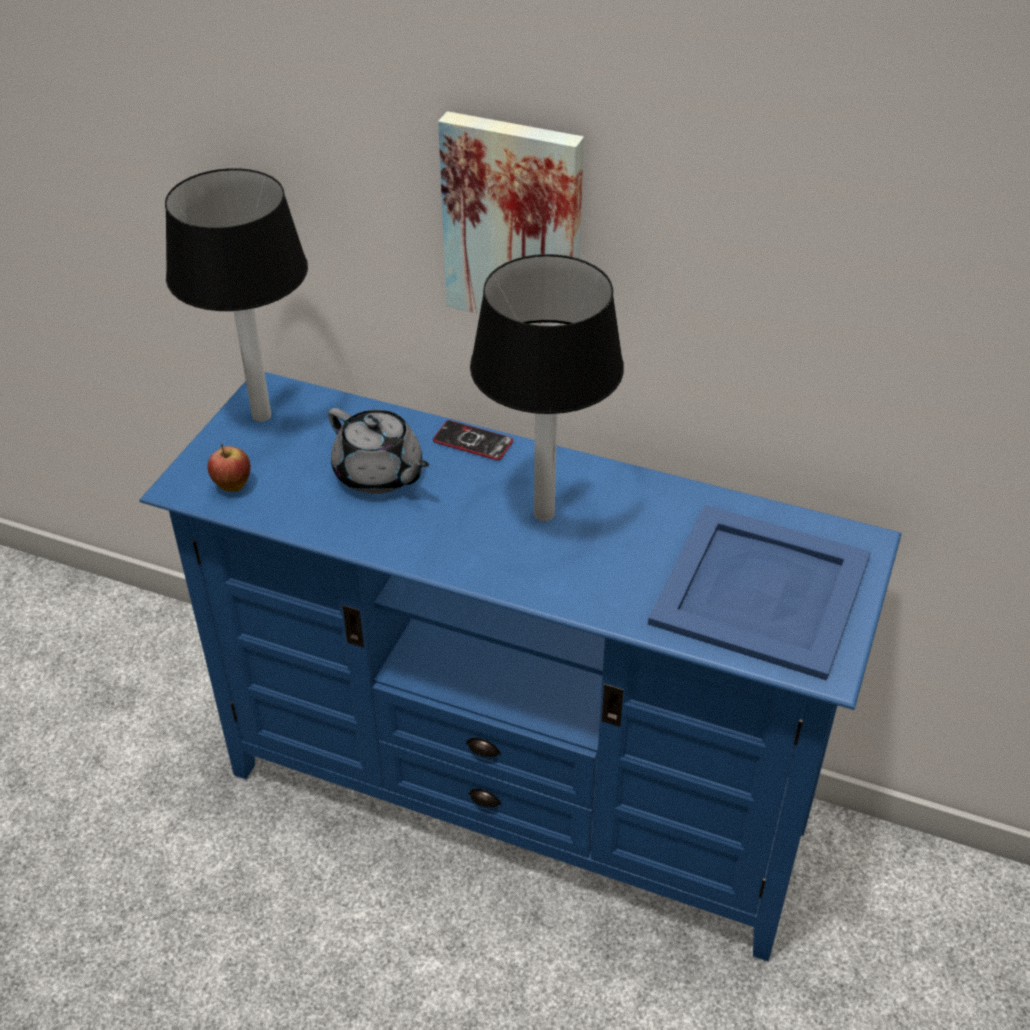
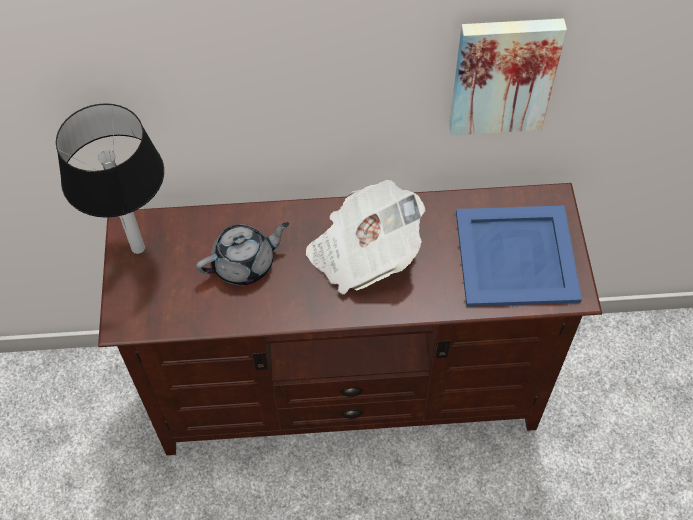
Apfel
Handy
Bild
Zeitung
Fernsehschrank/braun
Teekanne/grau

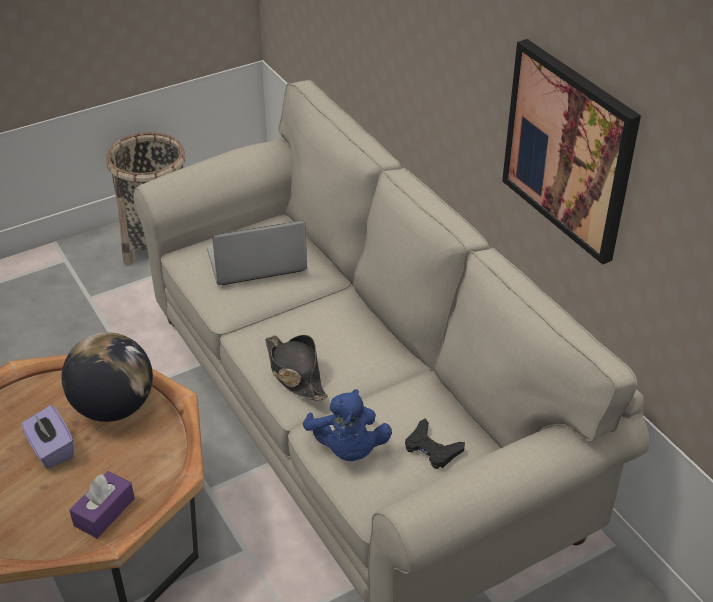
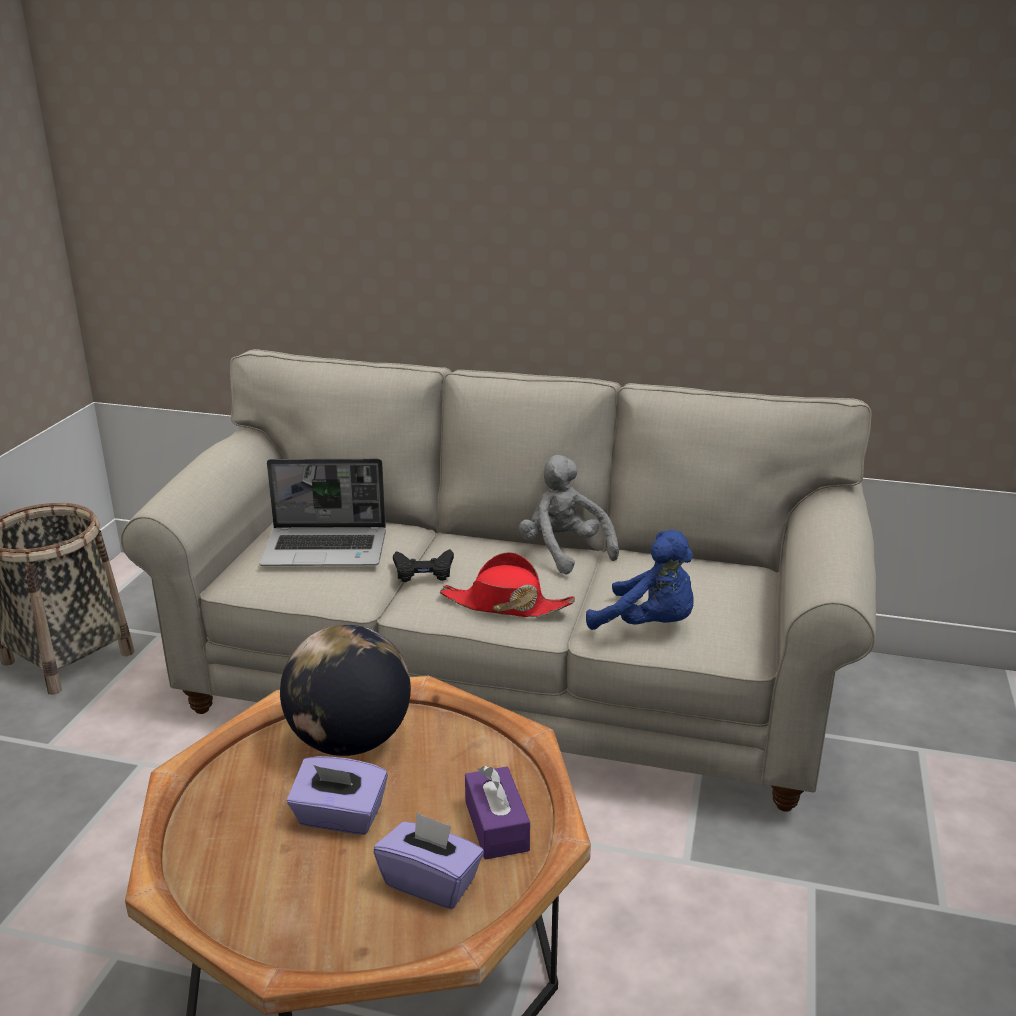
Bild
Taschentuchbox/lila (no. 2 from left)
Plüschtier/grau
Gamepad/schwarz
Hut/rot
Laptop

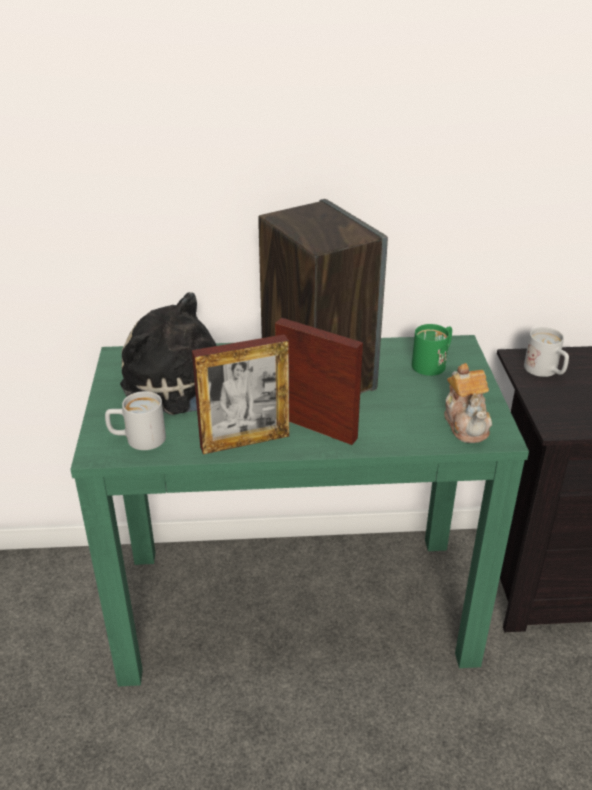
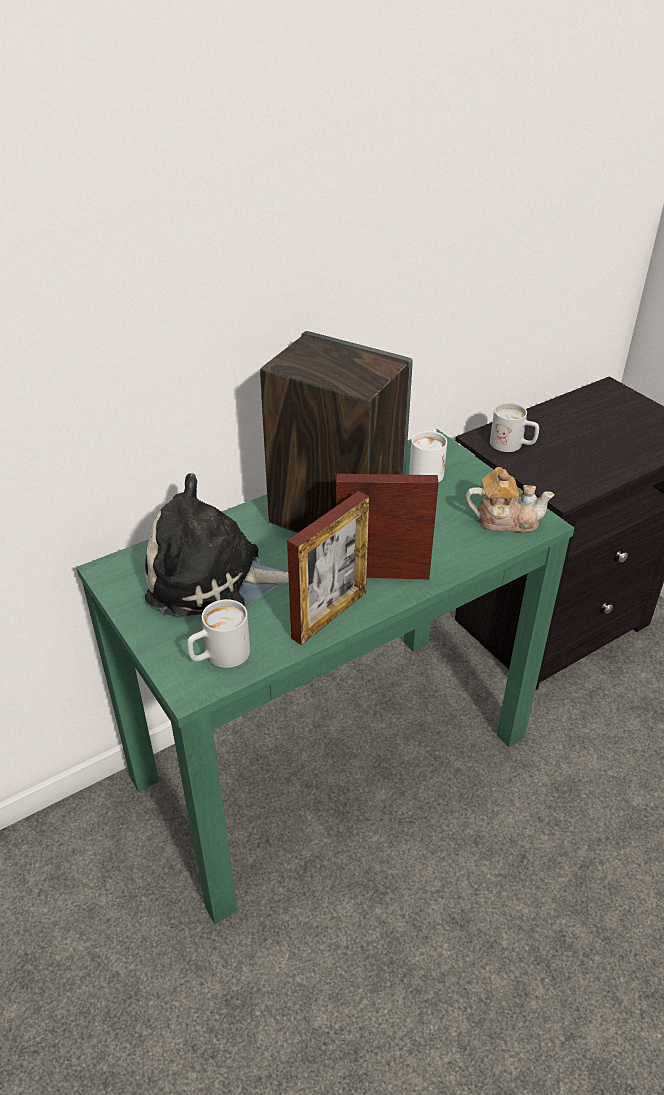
Henkelbecher/weiß (no. 2 from left)
Teekanne

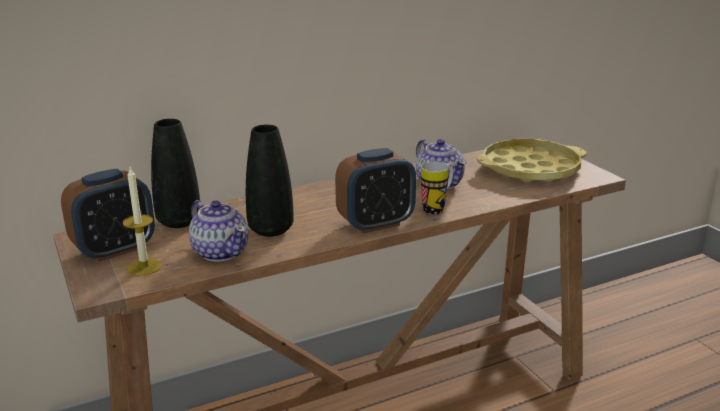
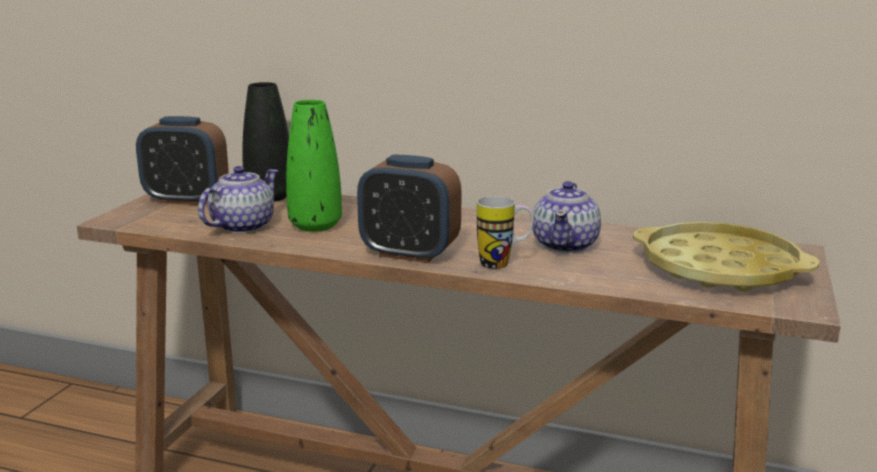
Kerze
Vase/grün
Teekanne (no. 1 from left)

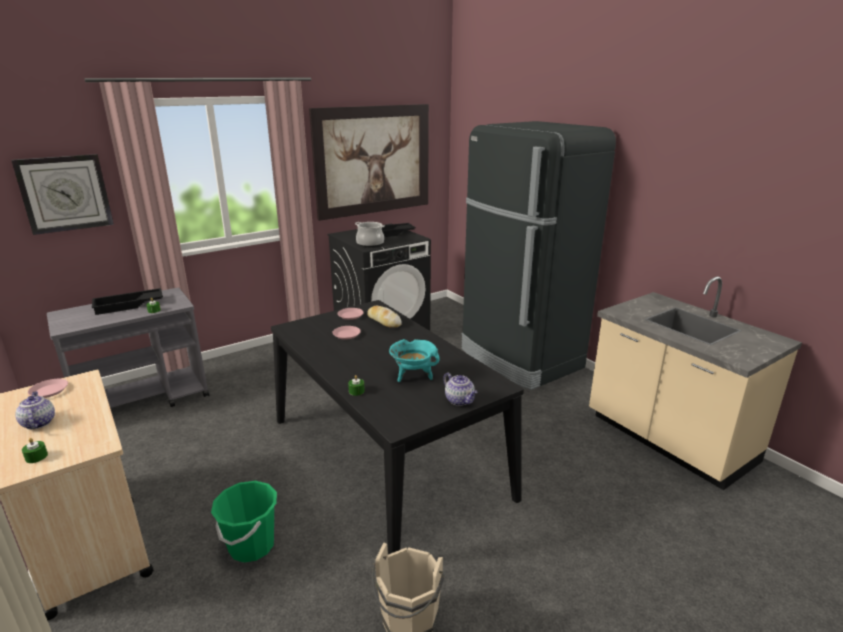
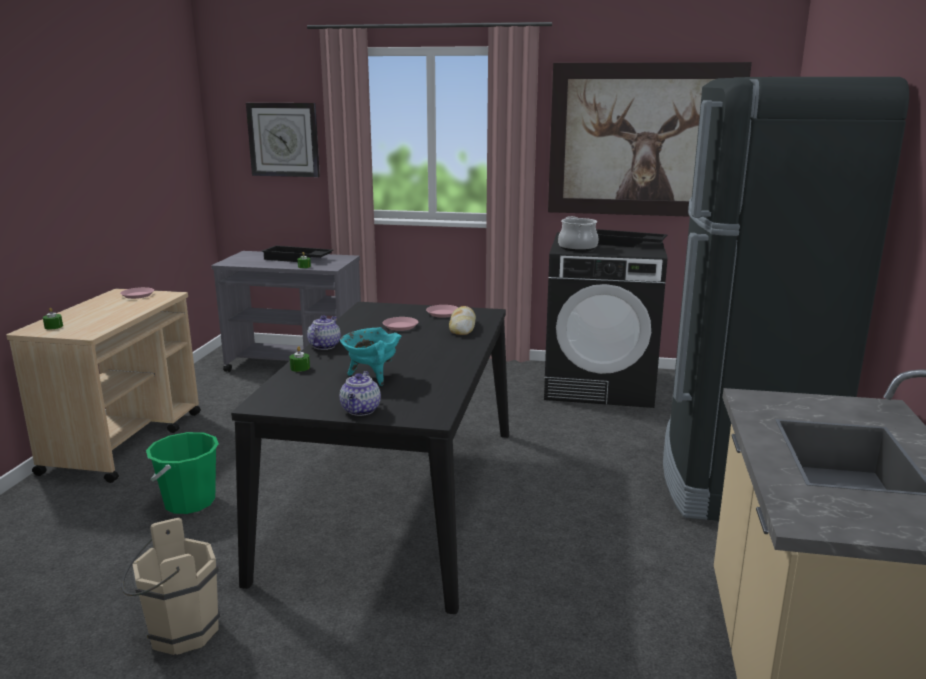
Teekanne (no. 1 from left)

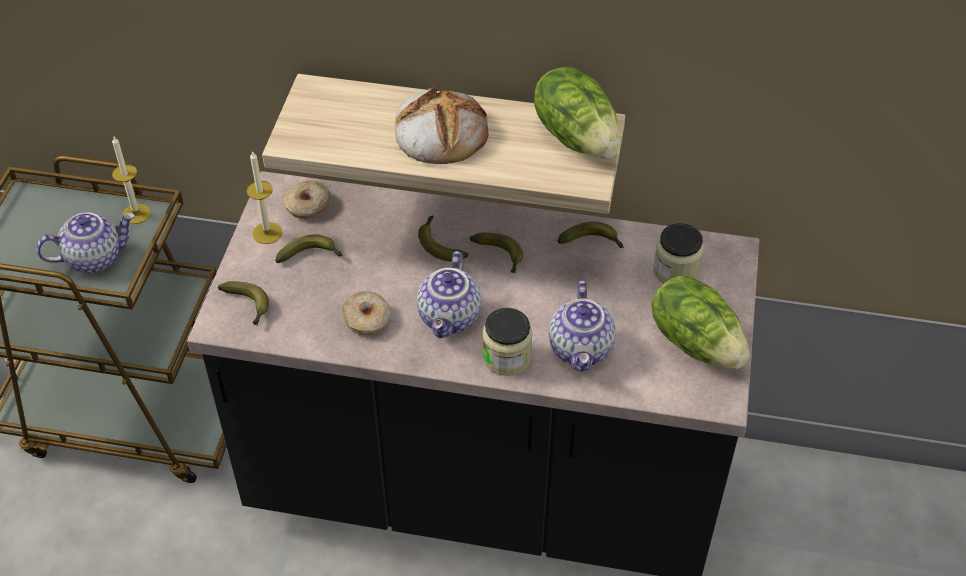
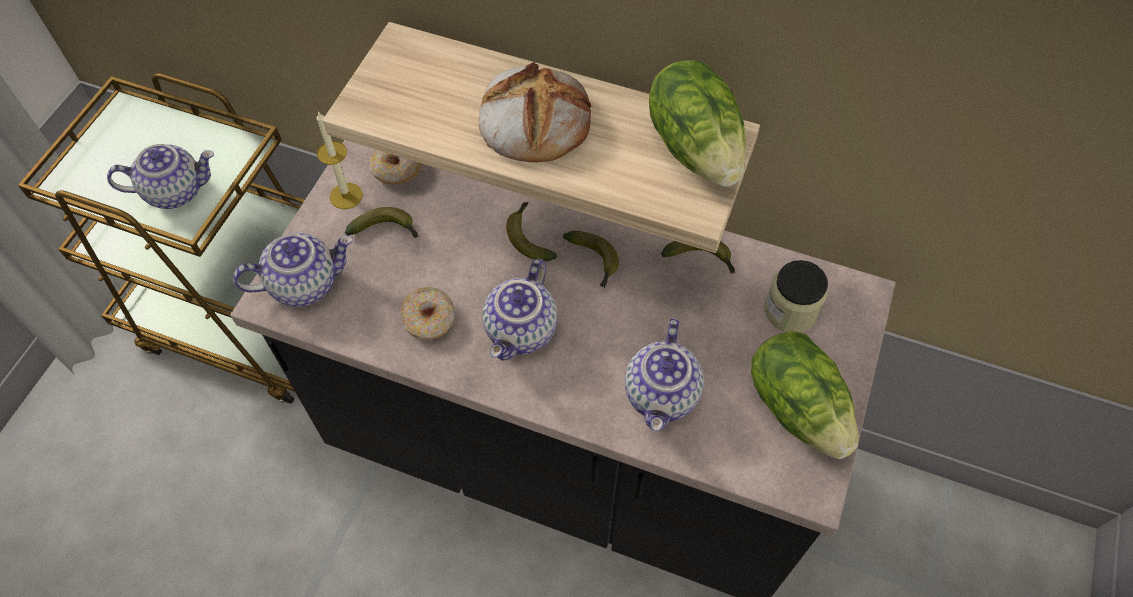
Kerze (no. 1 from left in the first image)
Vorratsglas (no. 1 from left in the first image)
Teekanne (no. 2 from left)

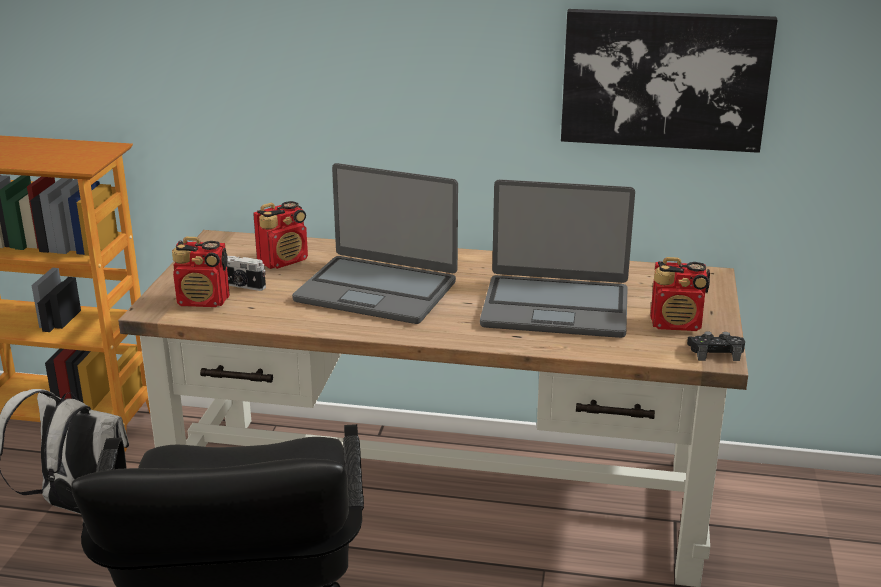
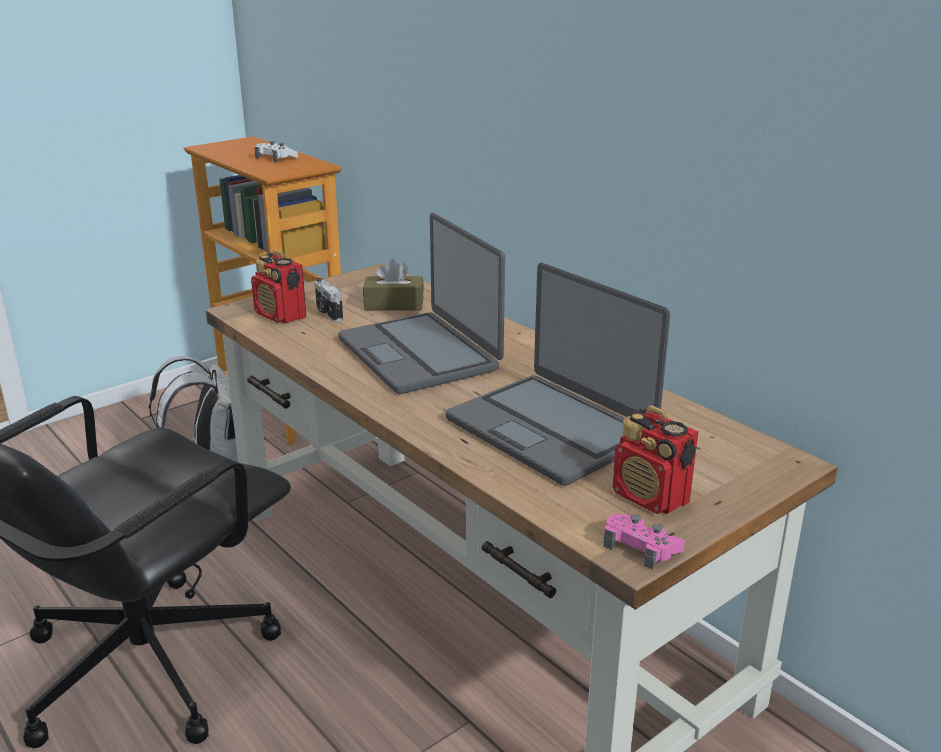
Bild
Gamepad/weiß
Taschentuchbox/braun
Gamepad/rosa

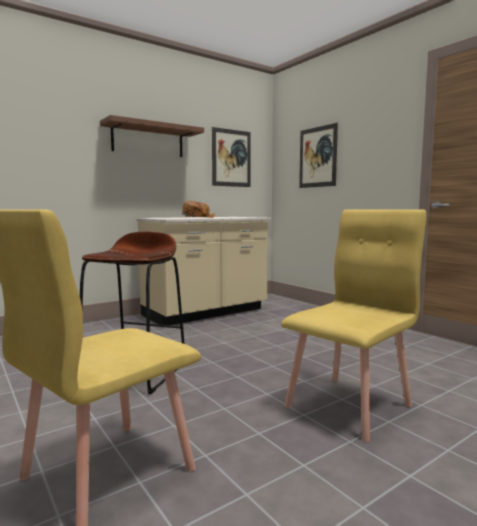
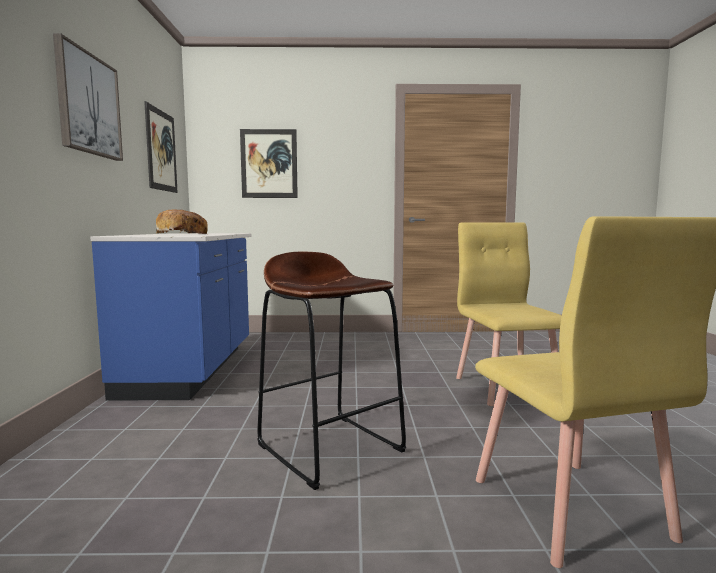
Bild (no. 1 from left)
Küchenzeile/blau

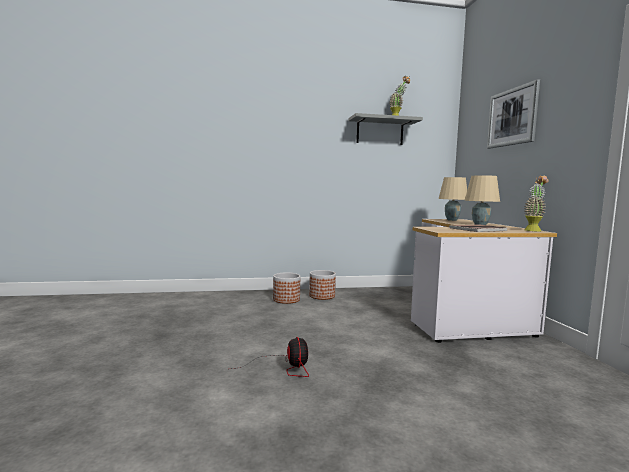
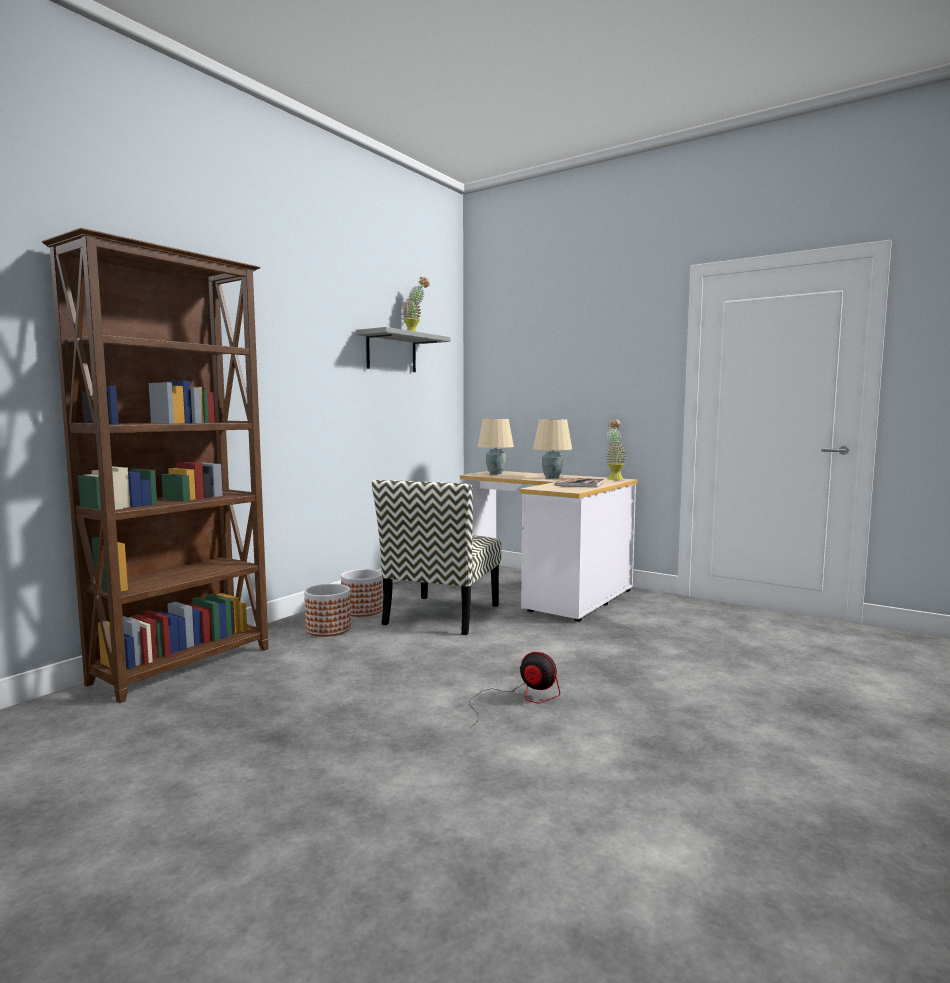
Bild
Bücherregal/braun
Stuhl

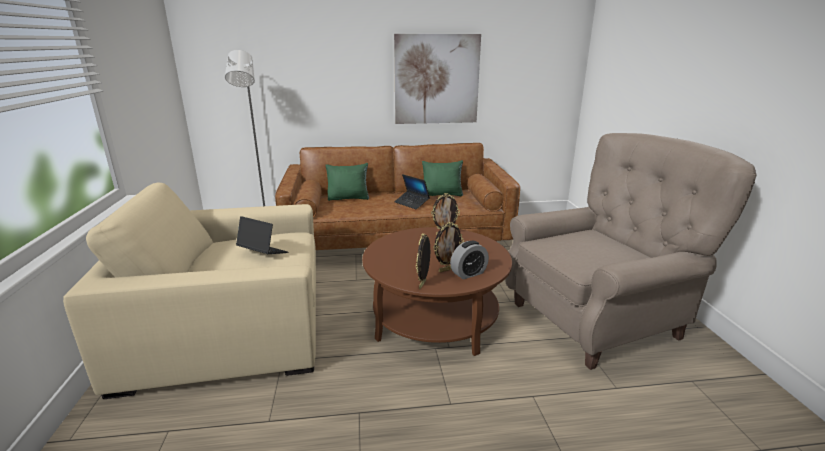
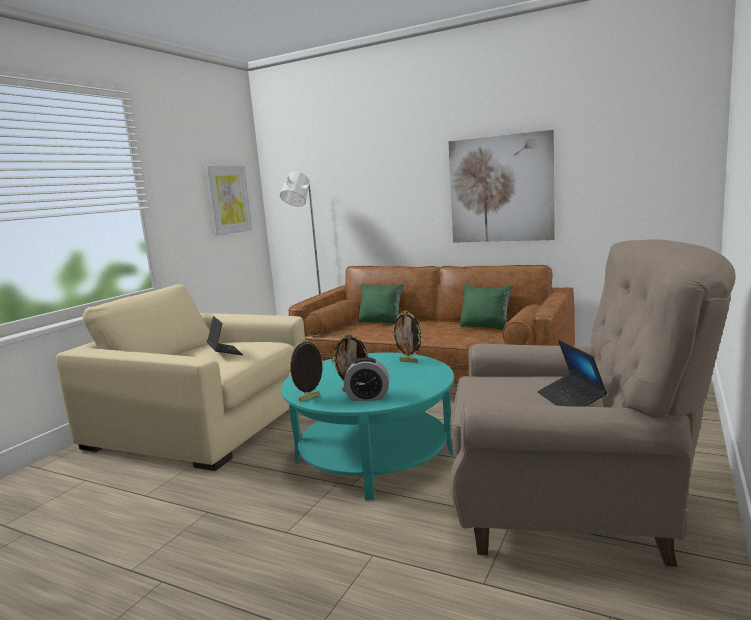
Bild (no. 1 from left)
Laptop (no. 2 from left)
Couchtisch/türkis

